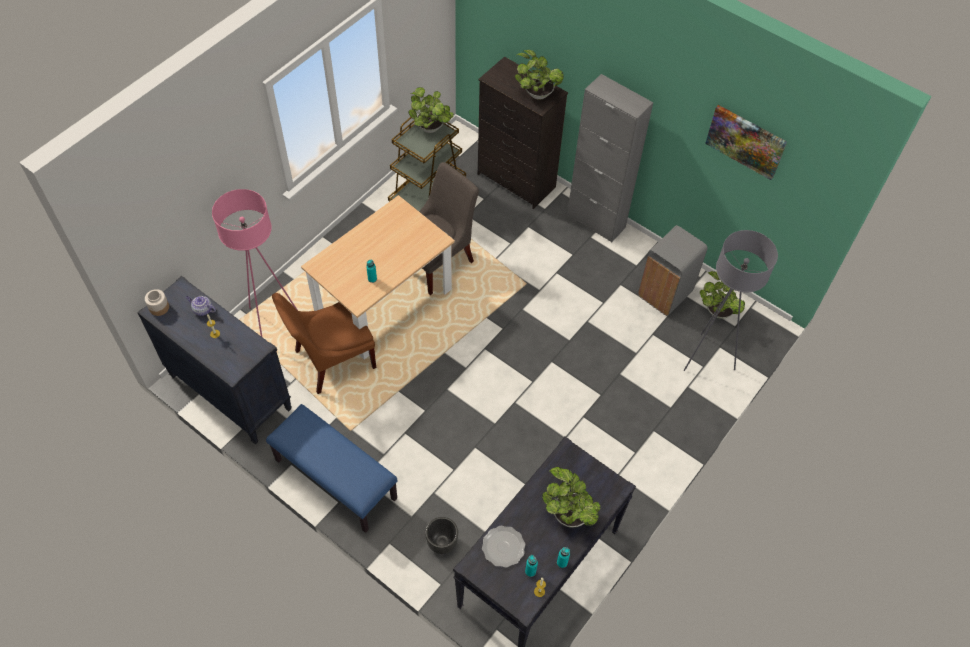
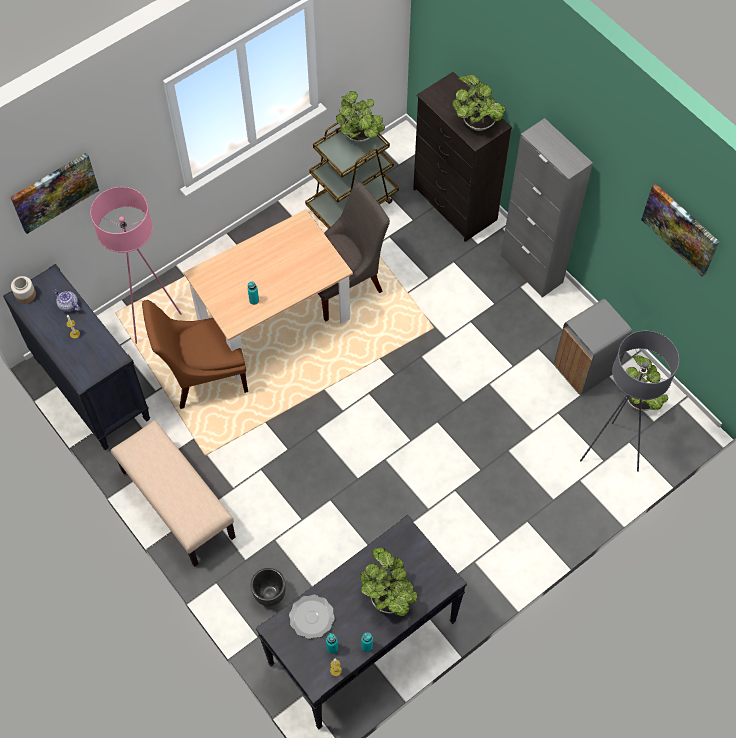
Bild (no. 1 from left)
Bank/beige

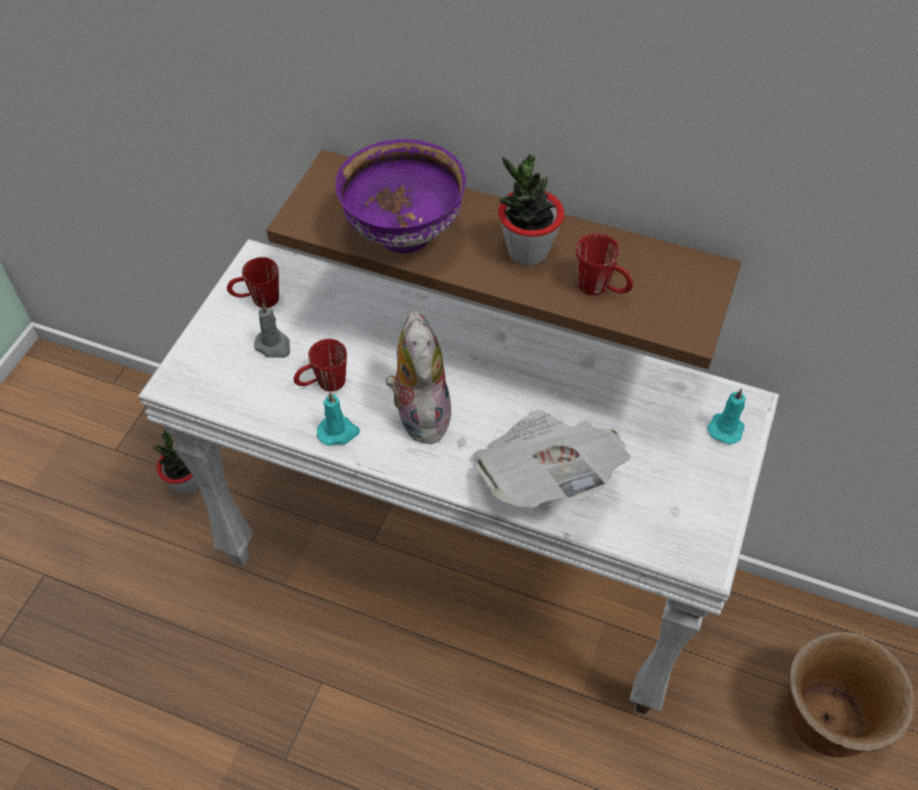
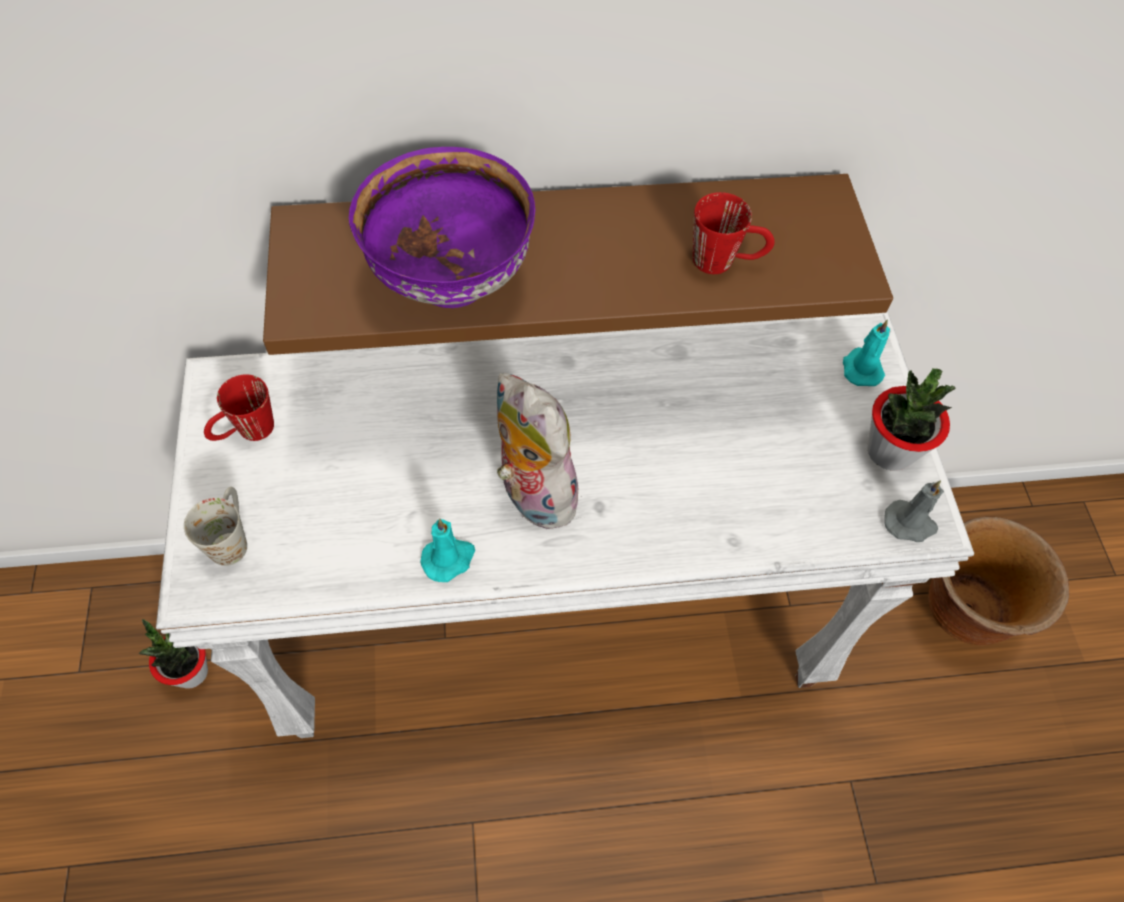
Henkelbecher/rot (no. 2 from left in the first image)
Zeitung
Henkelbecher/weiß
Kerze/grau
Topfpflanze (no. 2 from left)

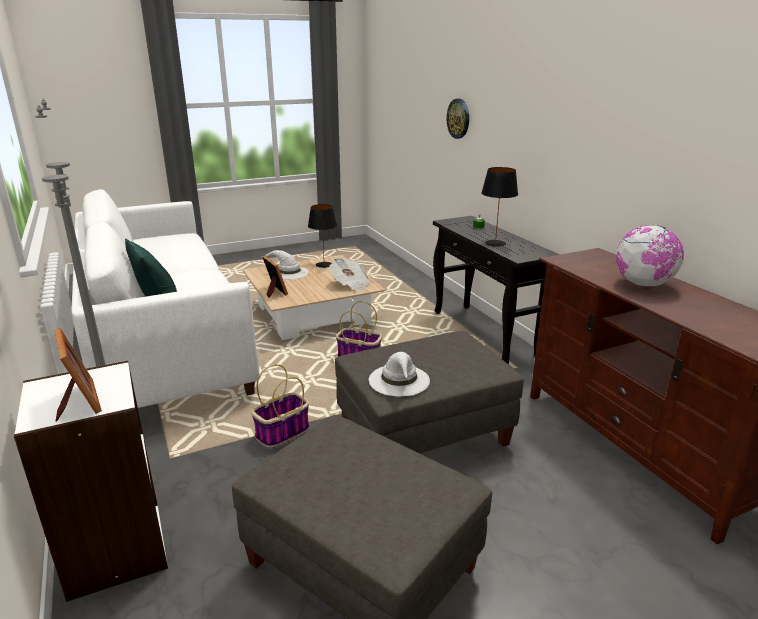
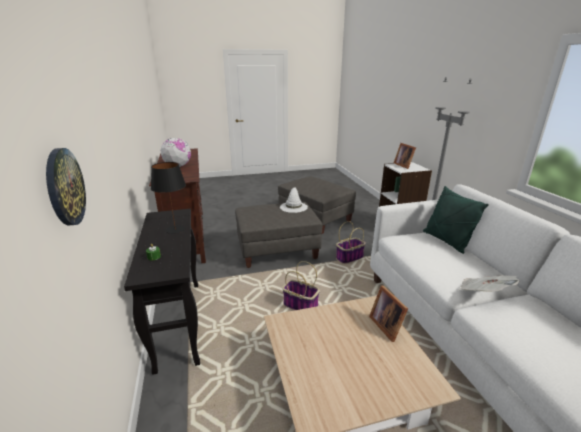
Hut/weiß (no. 1 from left in the first image)
Tischlampe/schwarz (no. 1 from left in the first image)
Zeitung

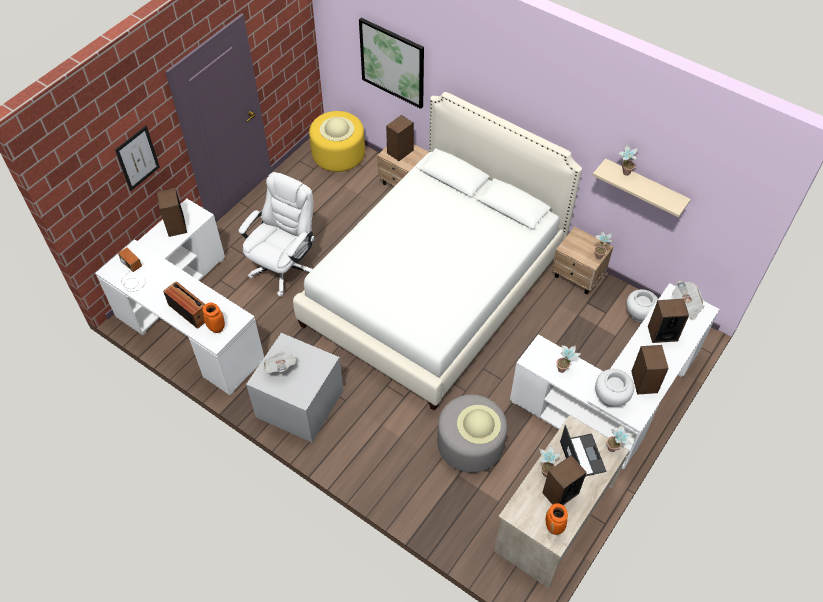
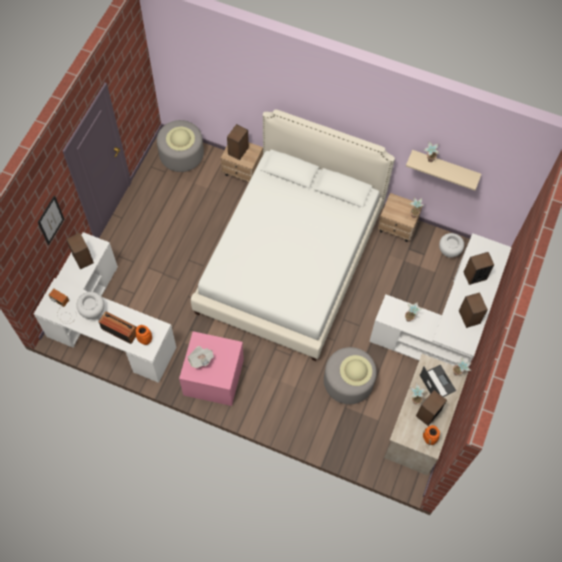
Bürostuhl/weiß
Bild (no. 2 from left in the first image)
Zeitung (no. 2 from left in the first image)
Vase/weiß (no. 1 from left)
Aufbewahrungsbox/rosa
Polsterhocker/grau (no. 1 from left)

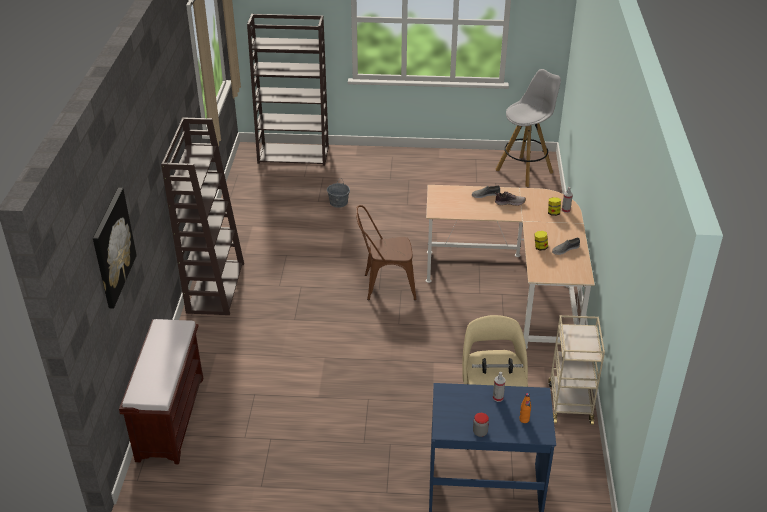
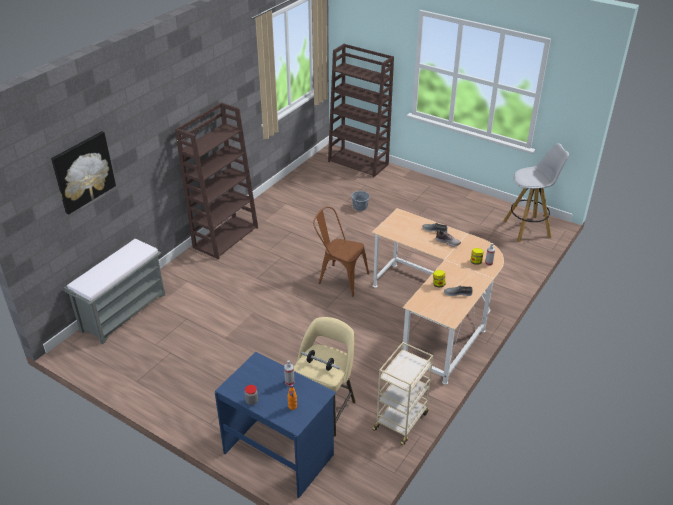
Bank/grau

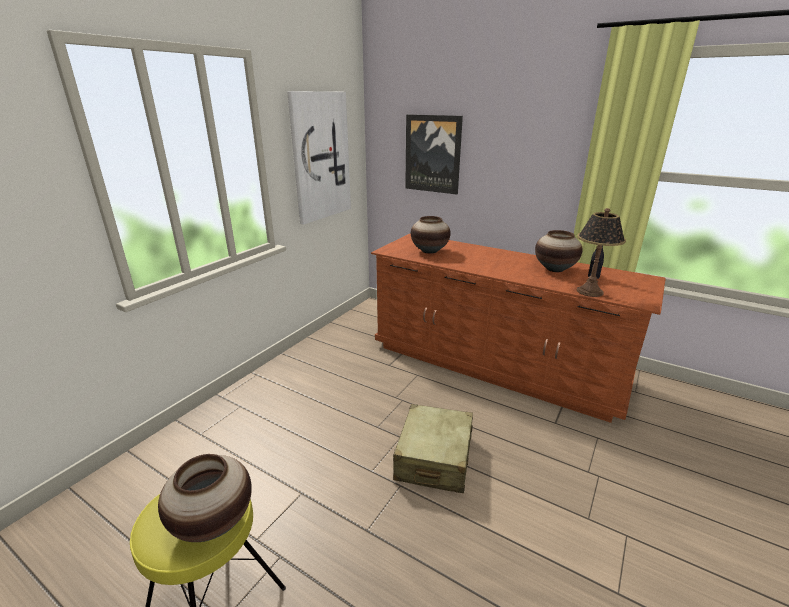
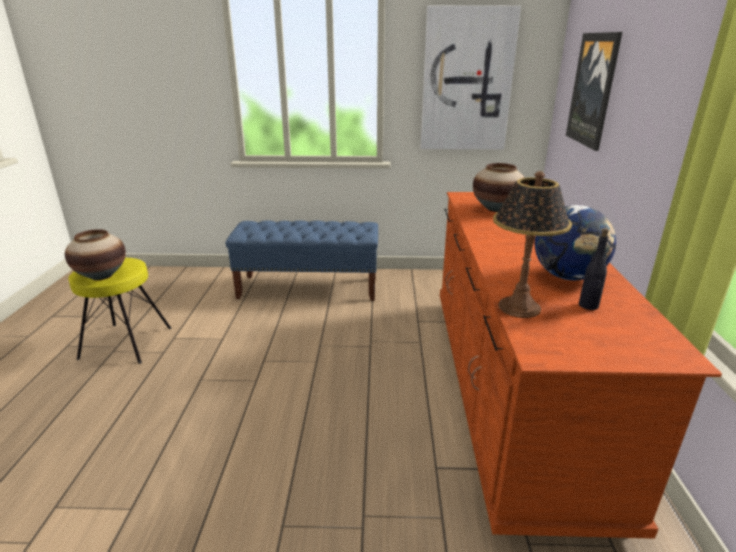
Koffer/beige
Bank/blau
Globus

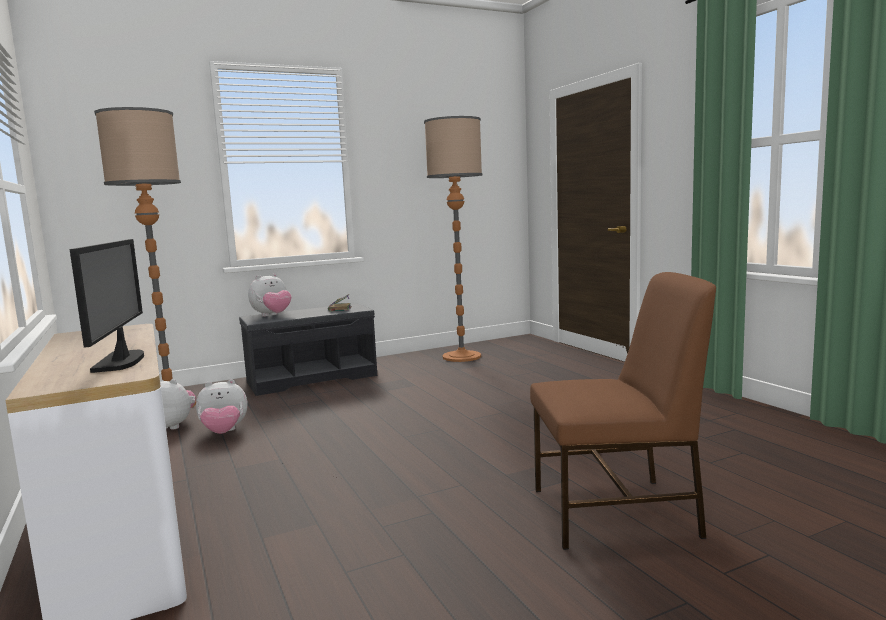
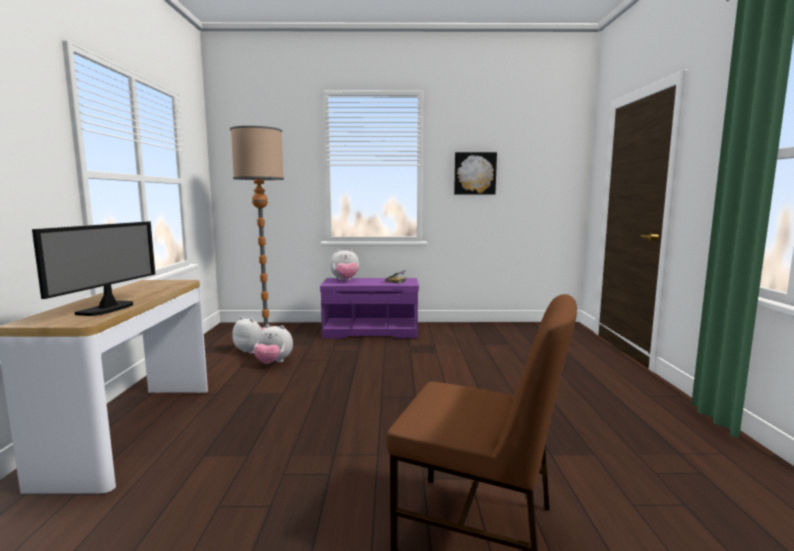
Stehlampe (no. 2 from left in the first image)
Bild
Bank/lila

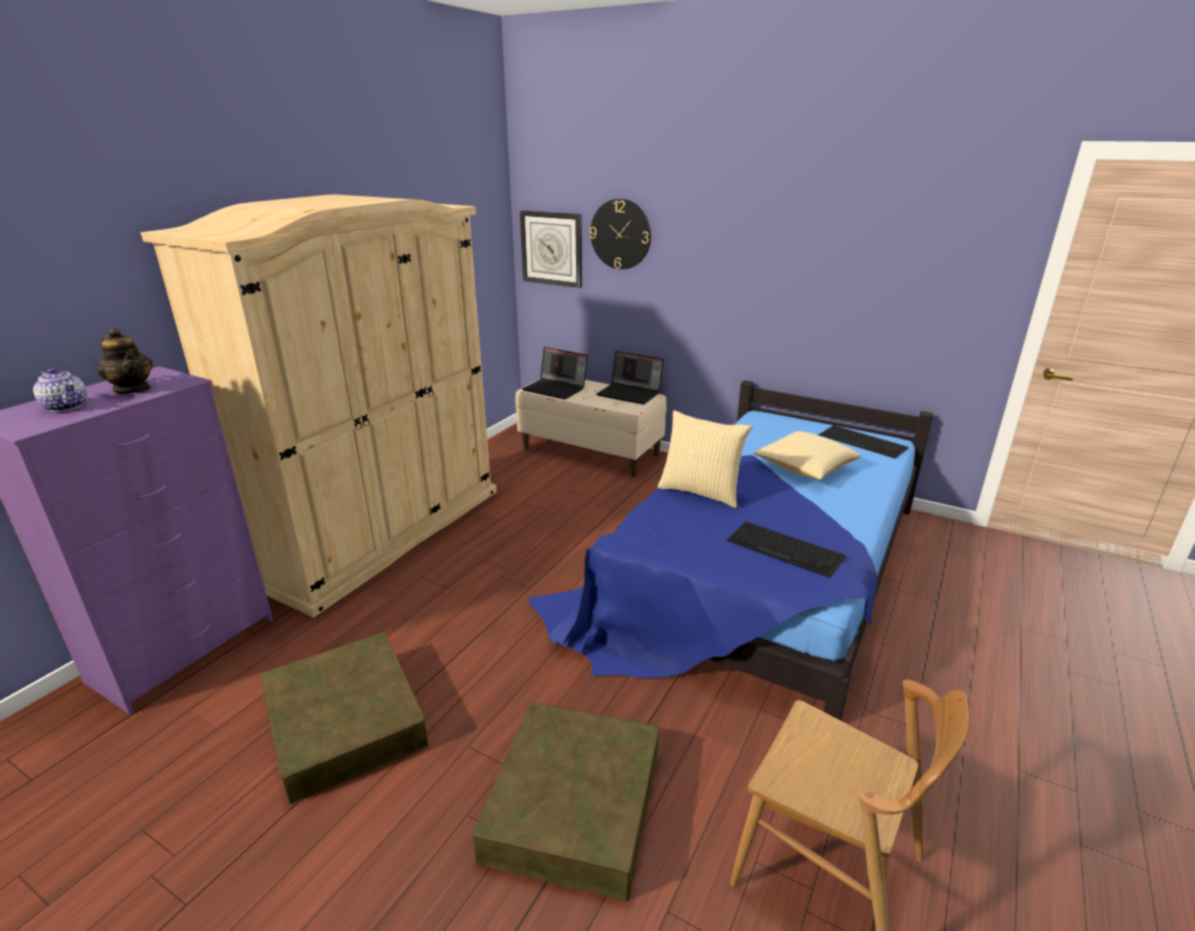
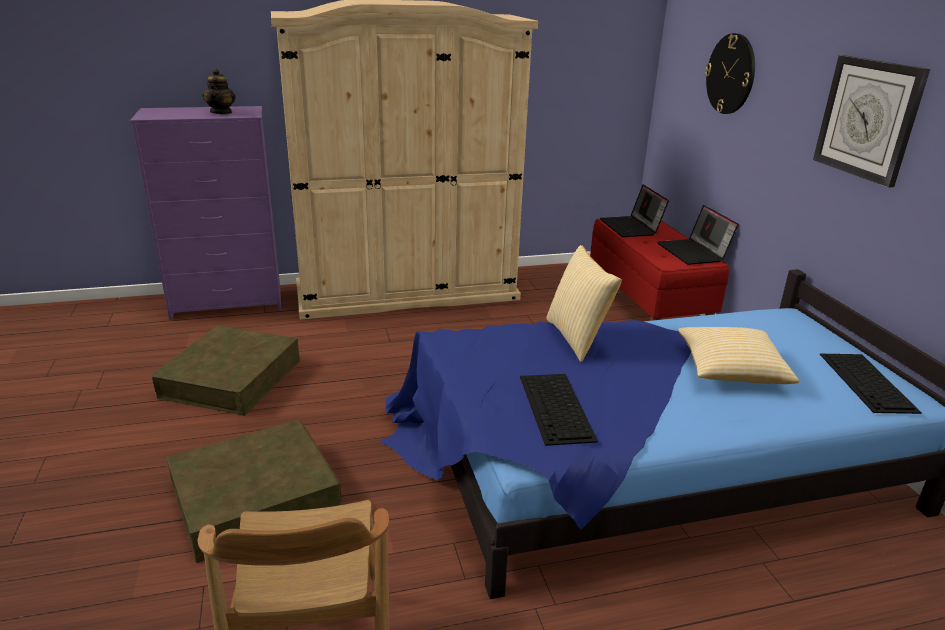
Teekanne (no. 1 from left in the first image)
Wanduhr (no. 2 from left)
Bank/rot

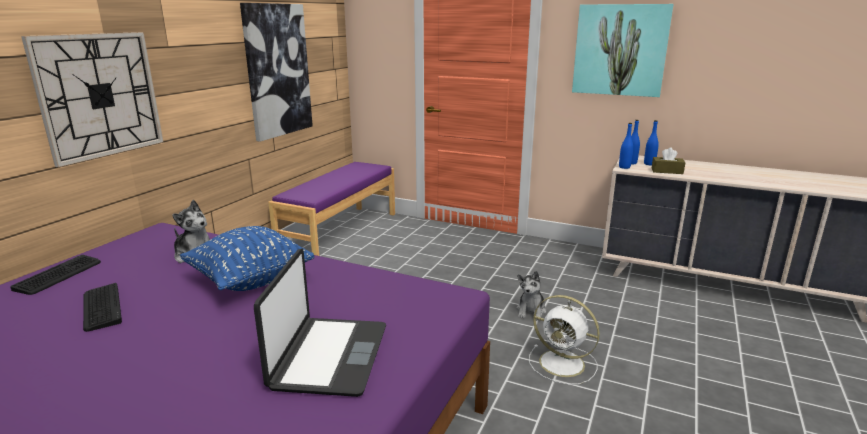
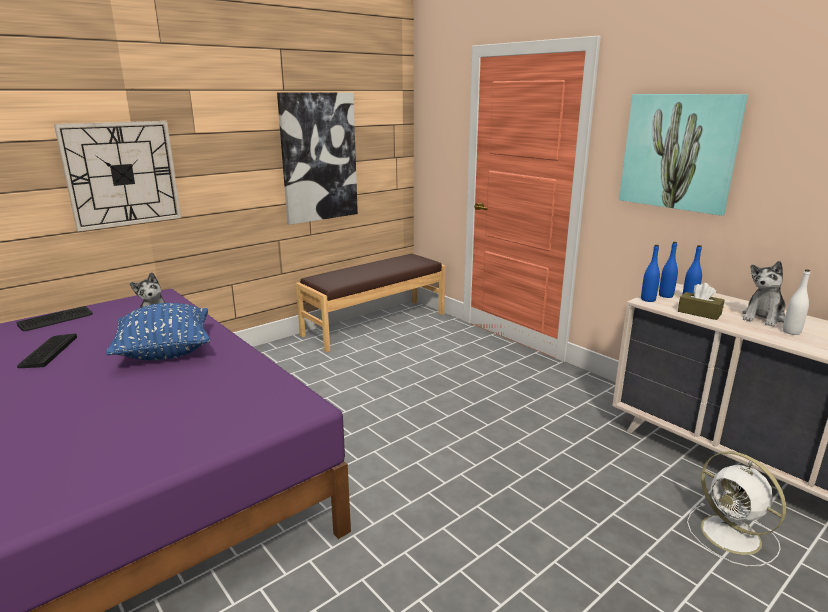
Laptop
Flasche/weiß
Plüschtier (no. 2 from left)
Ventilator/weiß
Bank/braun

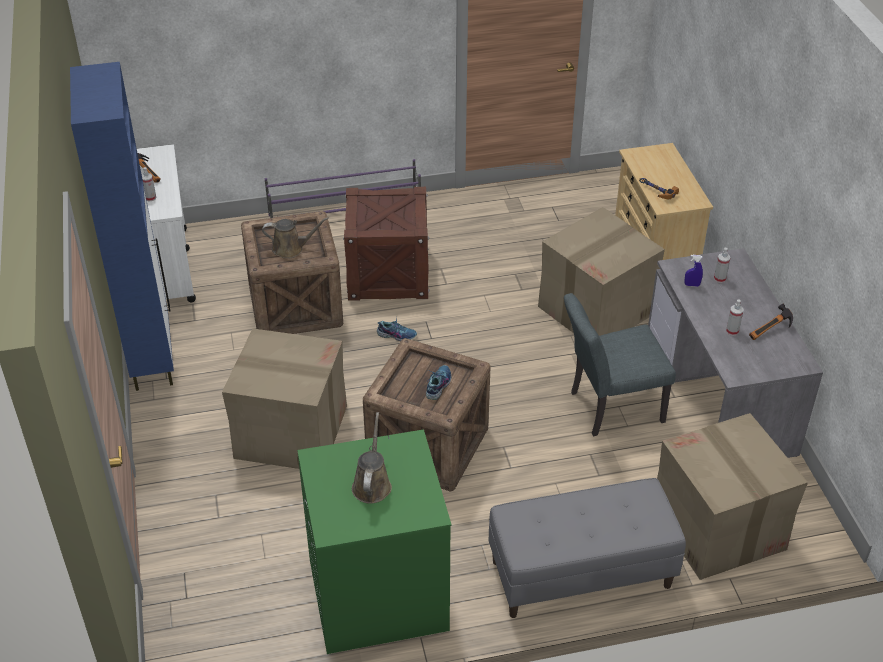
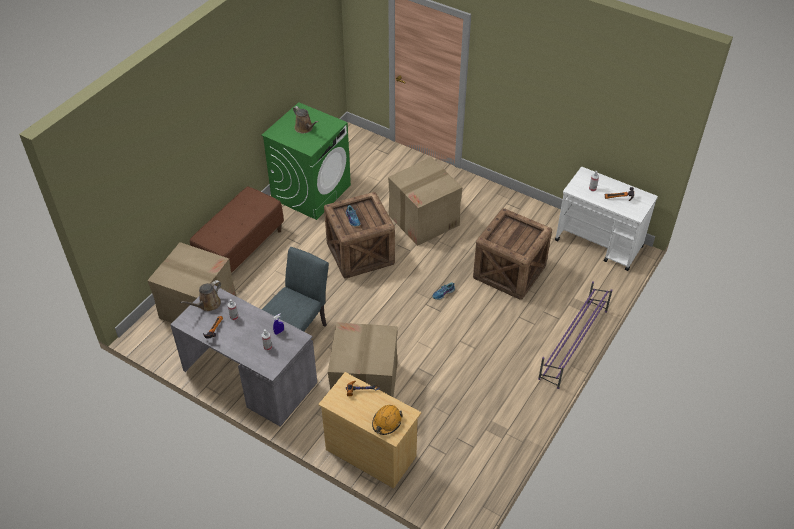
Schrank/blau
Kiste (no. 2 from left in the first image)
Schutzhelm/orange
Gießkanne/braun (no. 1 from left)
Bank/braun

